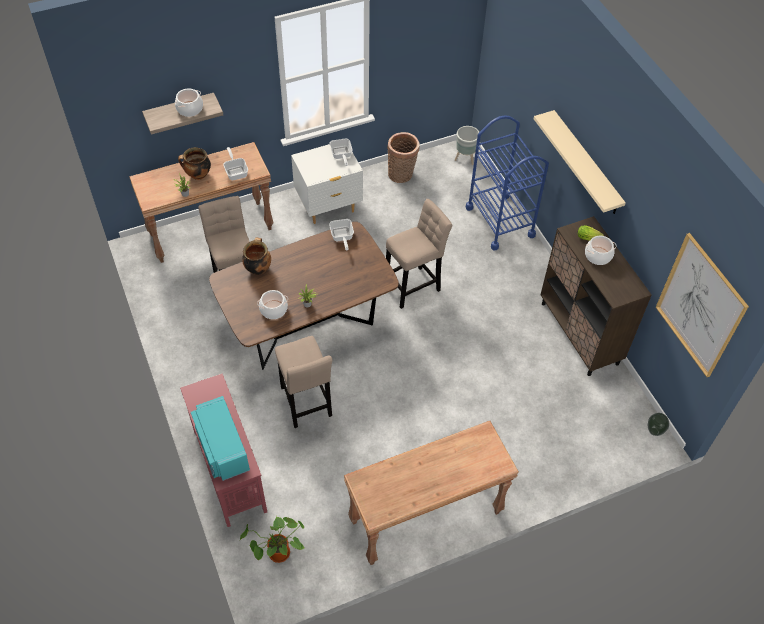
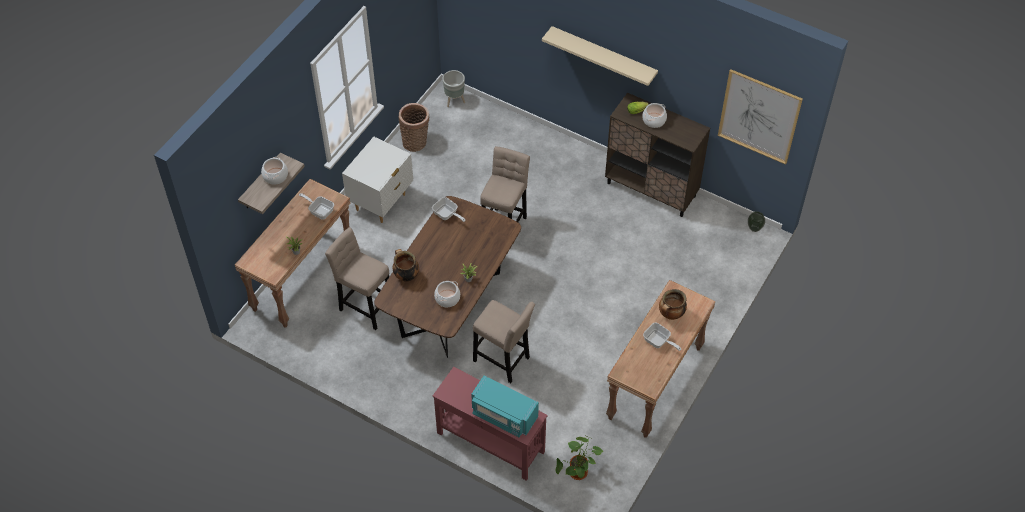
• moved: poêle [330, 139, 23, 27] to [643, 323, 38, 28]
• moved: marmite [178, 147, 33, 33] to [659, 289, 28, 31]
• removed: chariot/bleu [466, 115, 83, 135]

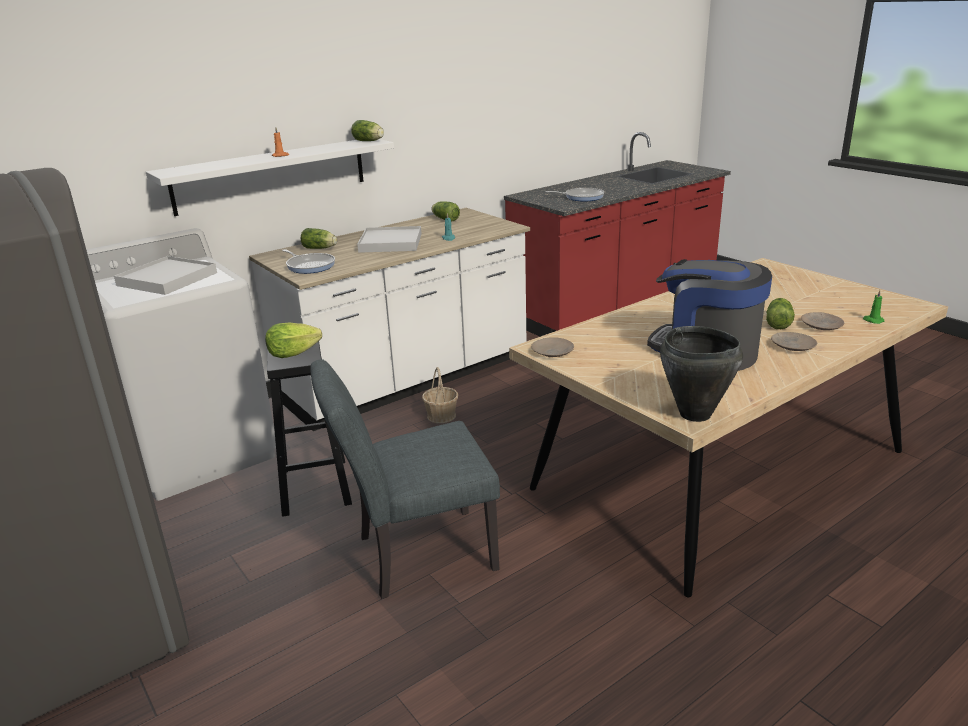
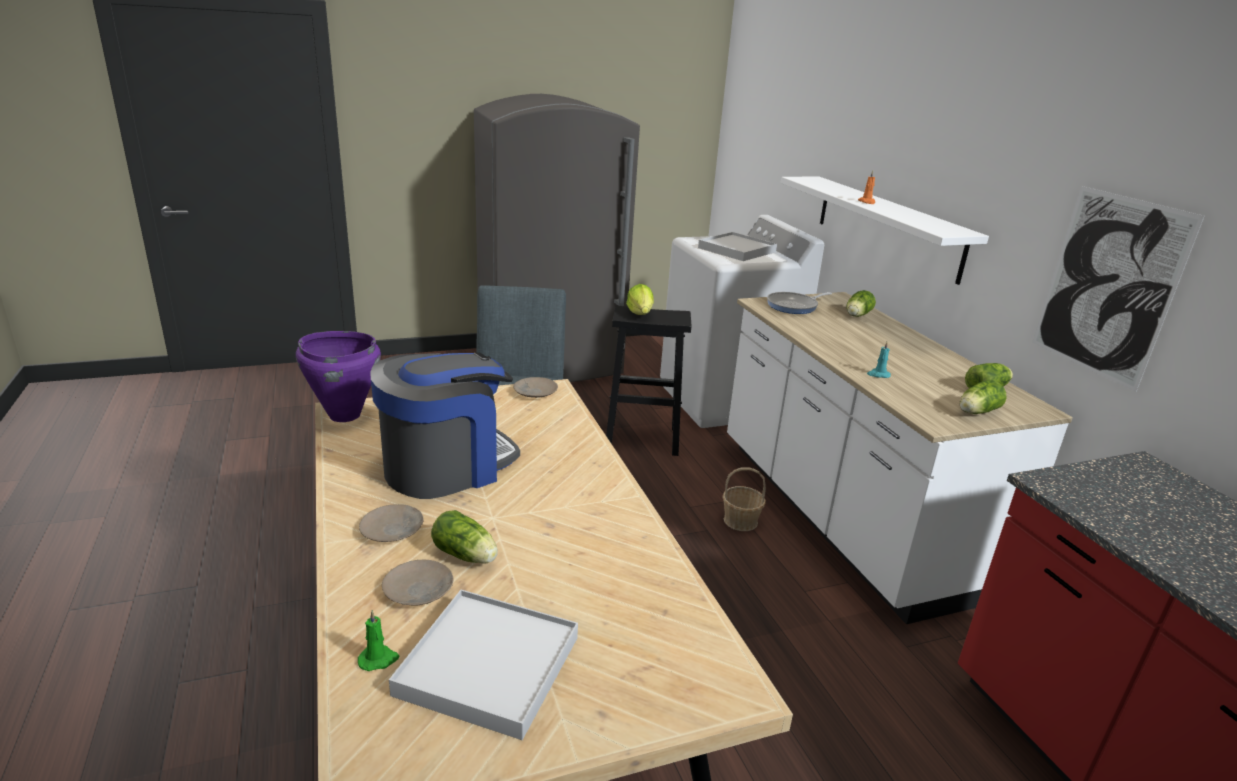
• recoloured: marmite/noir [660, 326, 83, 96] to marmite/violet [296, 331, 85, 91]
• moved: plateau/blanc [357, 226, 64, 27] to [389, 590, 189, 150]
• moved: laitue [351, 120, 33, 21] to [960, 380, 46, 34]
• added: tableau [1032, 186, 172, 206]
• removed: poêle [546, 188, 58, 14]

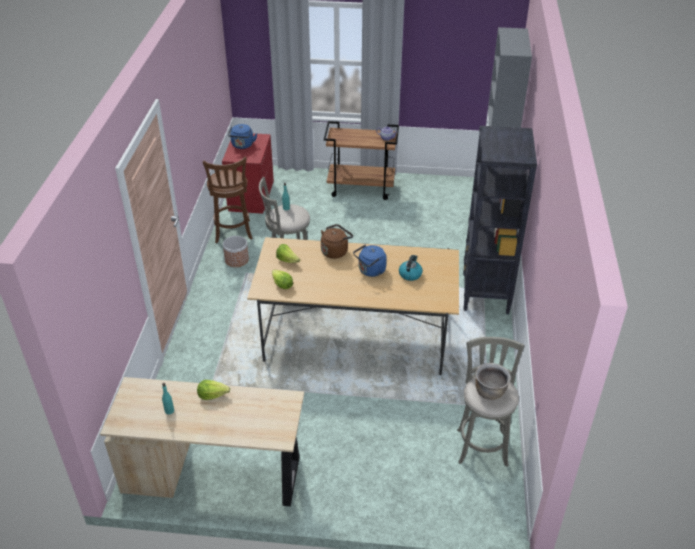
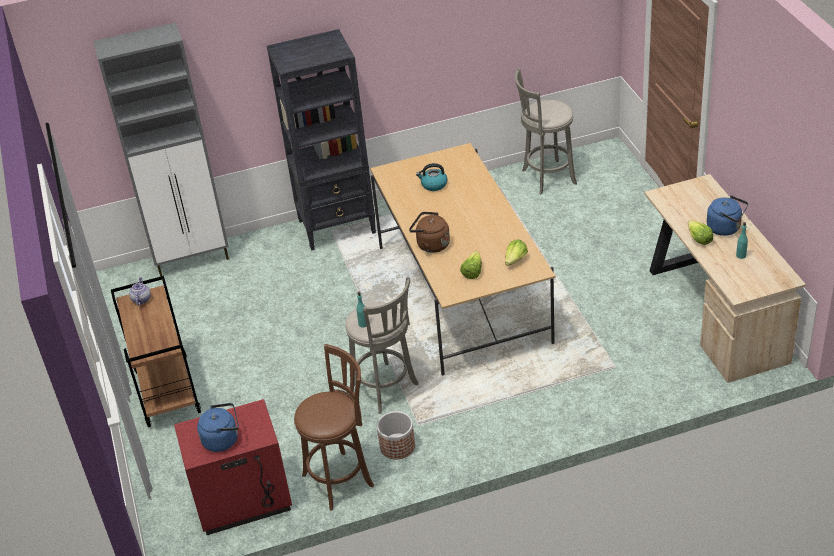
• moved: bouilloire/bleu [353, 244, 34, 33] to [707, 195, 41, 41]
• removed: marmite/marron [475, 363, 36, 37]

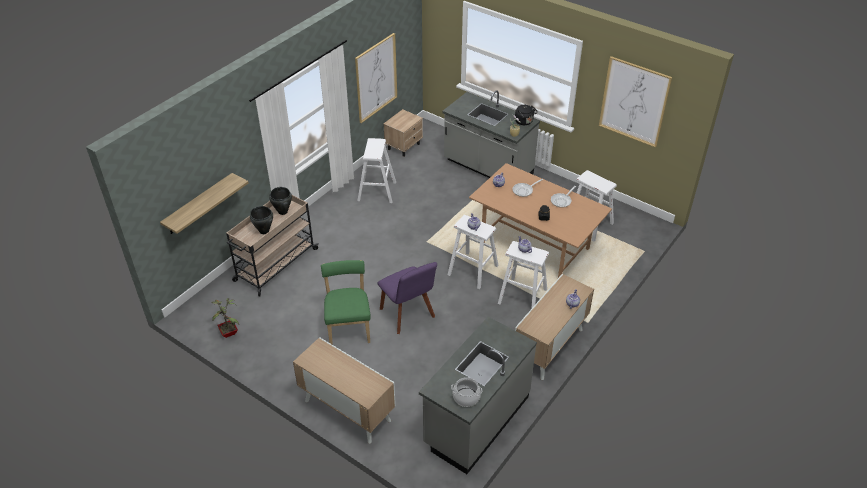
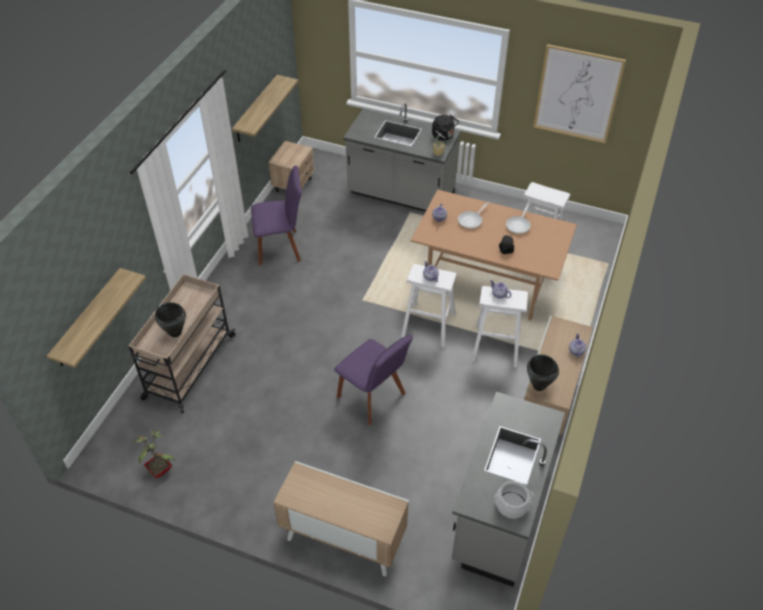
• replaced: tableau [355, 33, 42, 90] to étagère [232, 75, 66, 67]
• replaced: tabouret/blanc [357, 138, 39, 65] to chaise/violet [251, 165, 51, 100]
• moved: marmite/noir [269, 187, 23, 28] to [527, 354, 32, 37]
• removed: chaise/vert [321, 260, 50, 85]

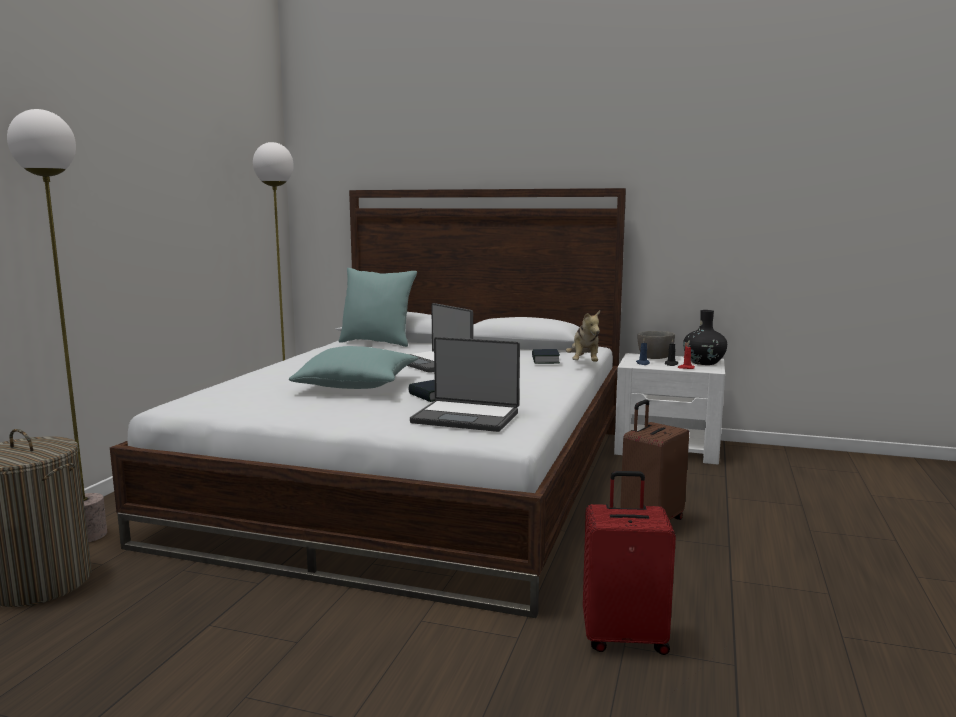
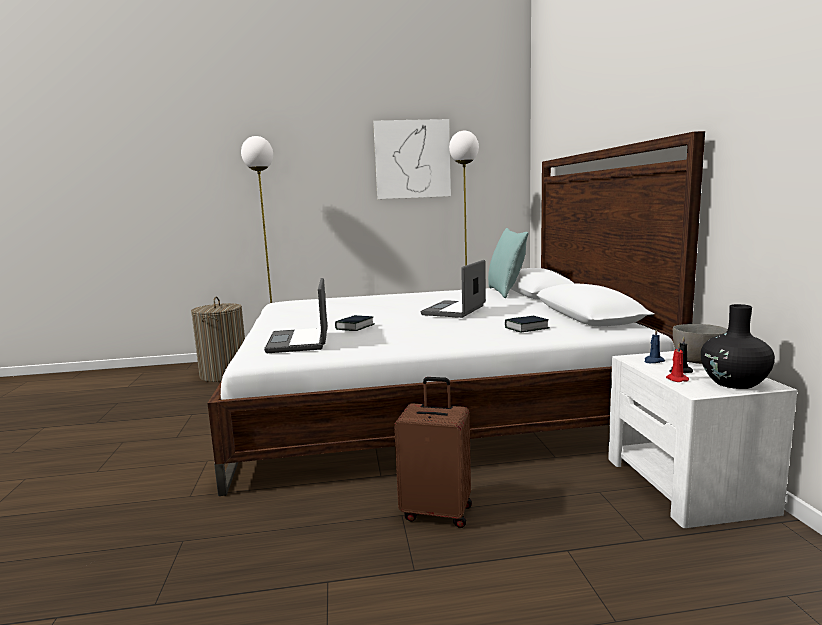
• added: tableau [373, 119, 78, 80]
• removed: coussin/turquoise [289, 346, 129, 43]
• removed: peluche [566, 311, 34, 51]
• removed: valise/rouge [583, 471, 93, 184]

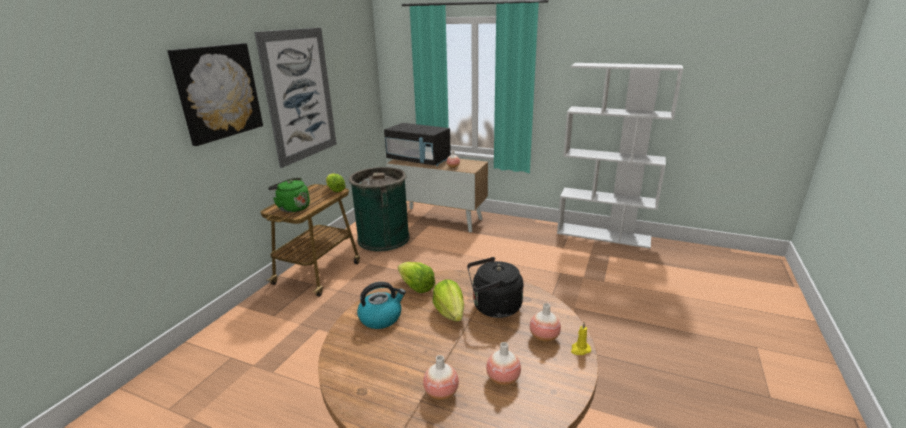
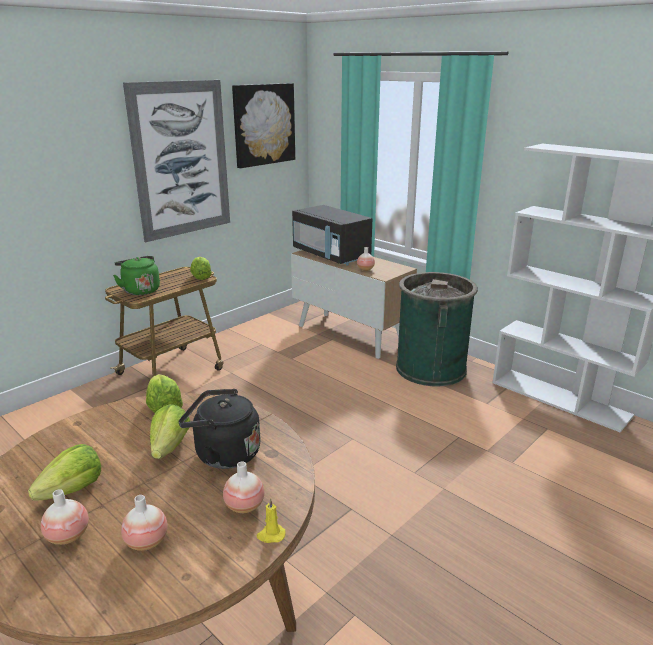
• added: laitue [28, 444, 73, 57]
• moved: tableau [168, 43, 95, 103] to [232, 83, 63, 85]
• moved: poubelle/vert [349, 167, 61, 84] to [396, 272, 82, 114]
• removed: bouilloire [357, 282, 49, 47]

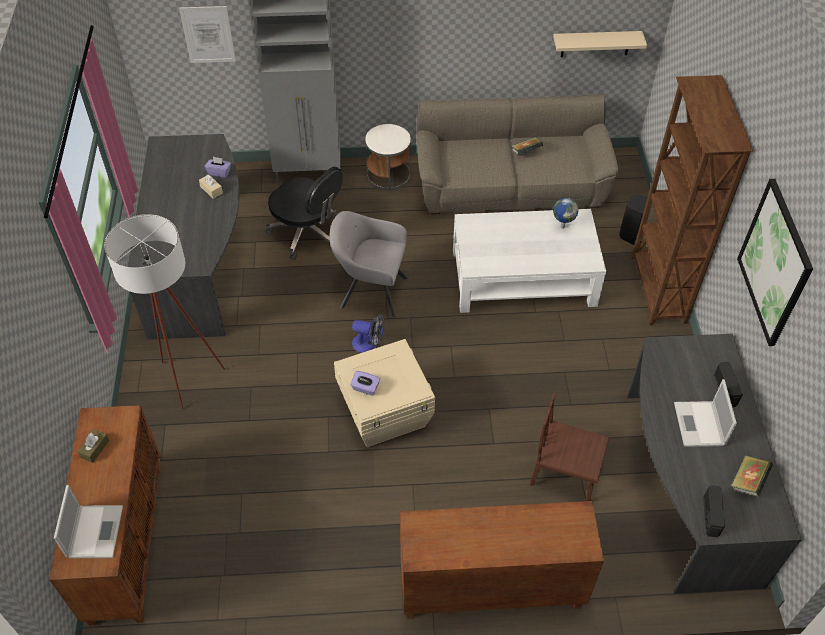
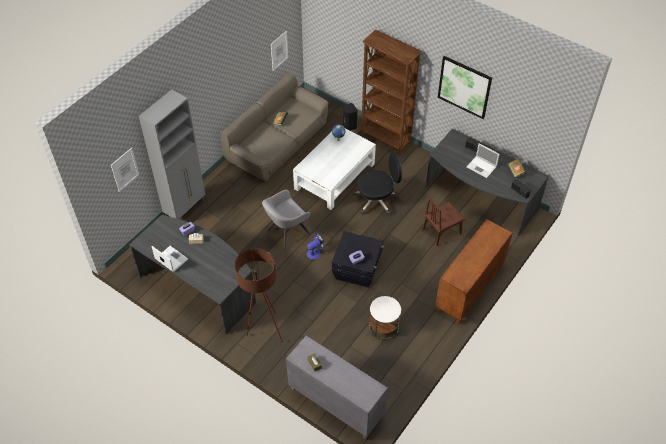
• moved: ordinateur portable [54, 485, 69, 73] to [152, 246, 36, 26]
• recoloured: lampadaire/blanc [104, 214, 121, 196] to lampadaire/marron [235, 248, 48, 95]
• replaced: étagère/beige [553, 31, 94, 26] to tableau [271, 31, 17, 40]
• recoloured: meuble de rangement/marron [49, 405, 112, 221] to meuble de rangement/gris [286, 336, 102, 103]
• recoloured: boîte de rangement/beige [334, 339, 101, 108] to boîte de rangement/noir [332, 231, 52, 56]
• moved: chaise de bureau/noir [266, 167, 77, 93] to [354, 153, 48, 62]
• moved: table d'appoint/blanc [365, 124, 46, 66] to [369, 296, 32, 44]

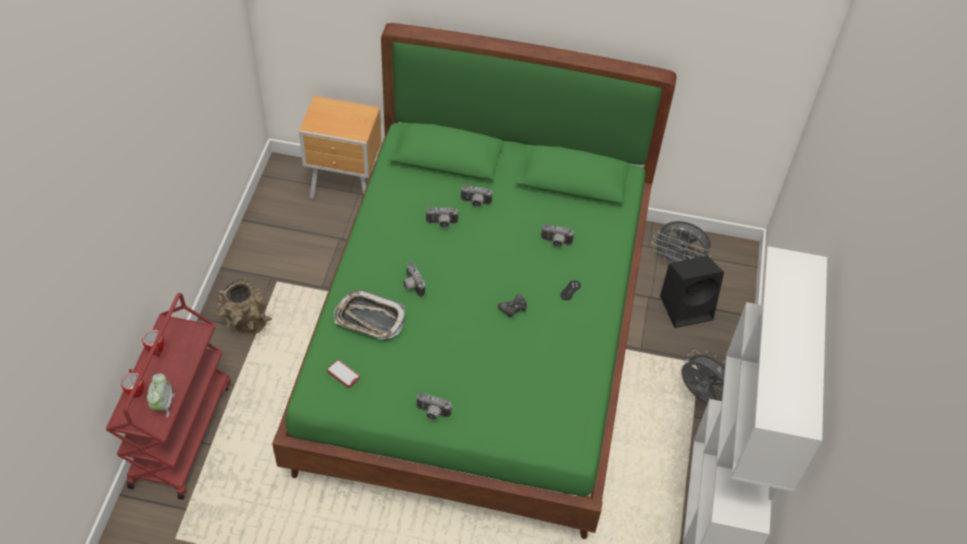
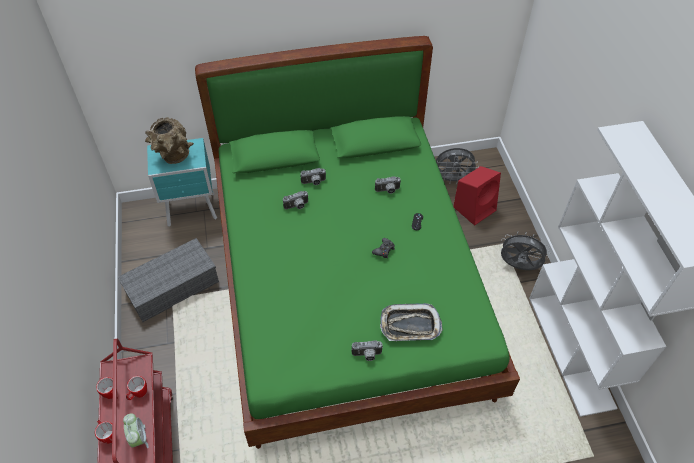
• added: boîte de rangement/gris [118, 238, 101, 84]
• added: mug [126, 376, 21, 24]
• moved: vase/marron [216, 279, 56, 57] to [145, 117, 49, 47]
• recoloured: table de chevet/marron [299, 96, 82, 103] to table de chevet/turquoise [147, 138, 70, 89]
• moved: plateau [334, 290, 71, 49] to [380, 303, 63, 38]
• recoloured: enceinte/noir [660, 256, 64, 72] to enceinte/rouge [453, 166, 48, 60]
• removed: téléphone [327, 360, 33, 28]
• removed: appareil photo [403, 261, 22, 36]

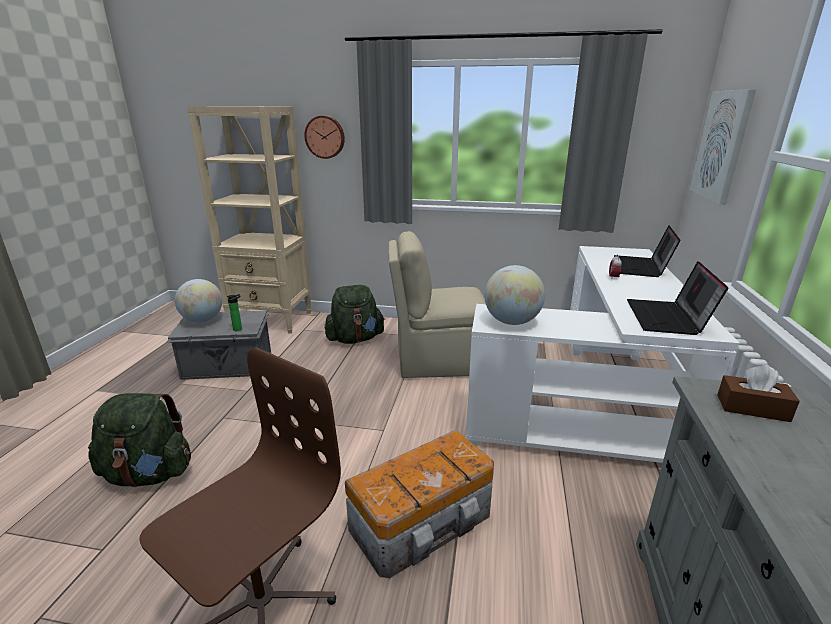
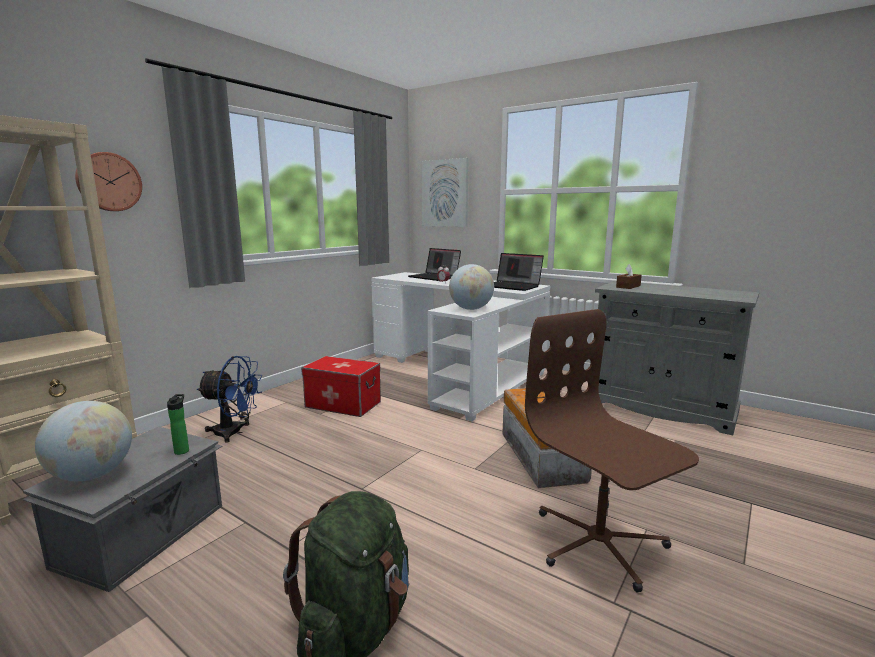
• replaced: sac à dos/vert [325, 285, 60, 59] to ventilateur/bleu [197, 356, 65, 87]
• replaced: chaise/beige [388, 231, 98, 147] to boîte de rangement [301, 356, 80, 61]

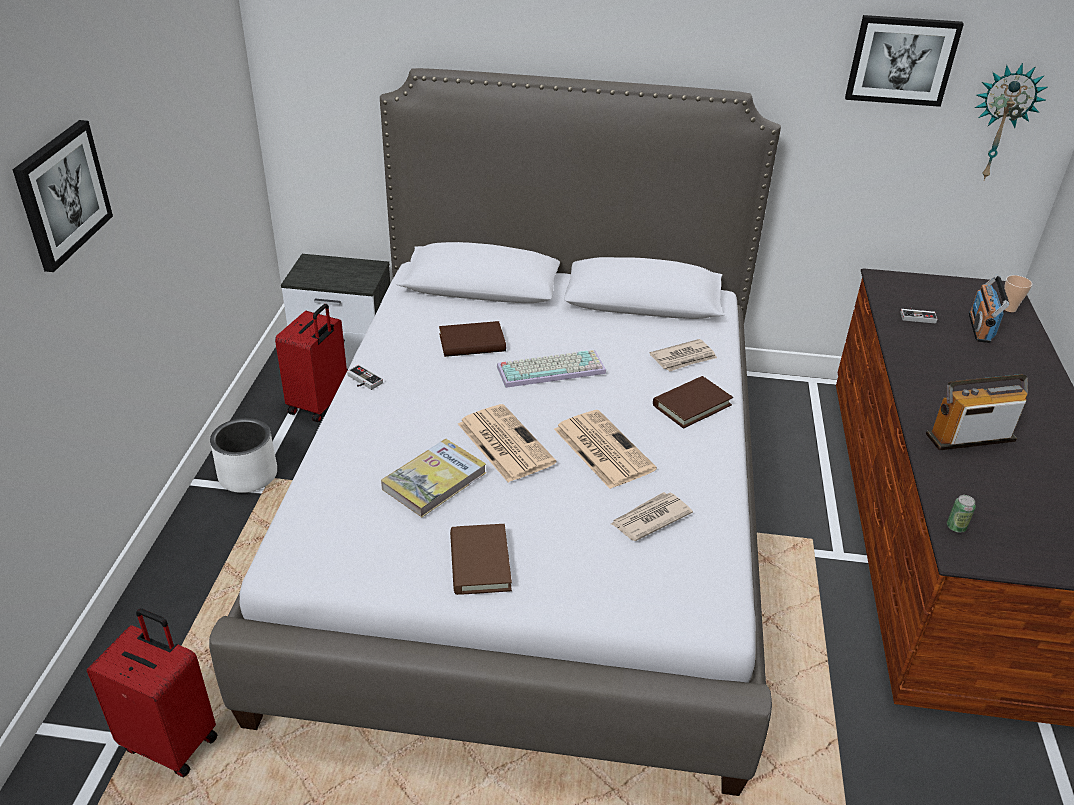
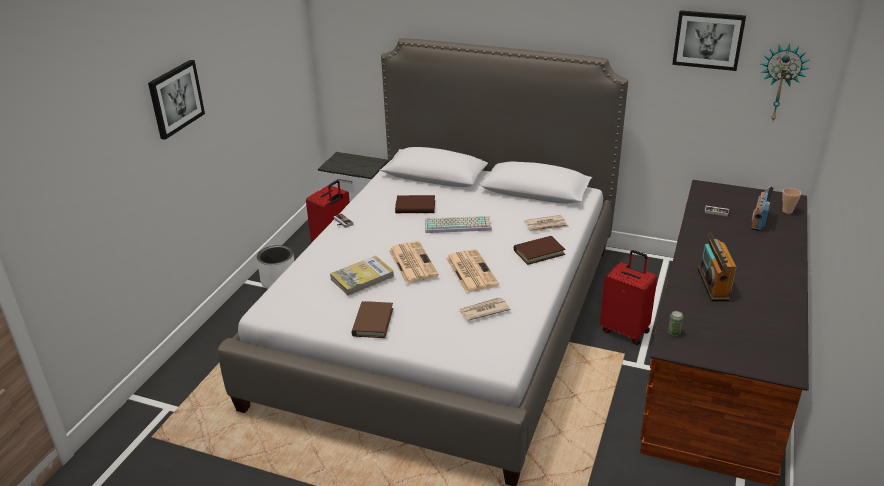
• moved: valise/rouge [87, 609, 131, 169] to [600, 250, 57, 95]
• turned: radio [926, 374, 102, 77] = [697, 232, 39, 70] 90 degrees counterclockwise

